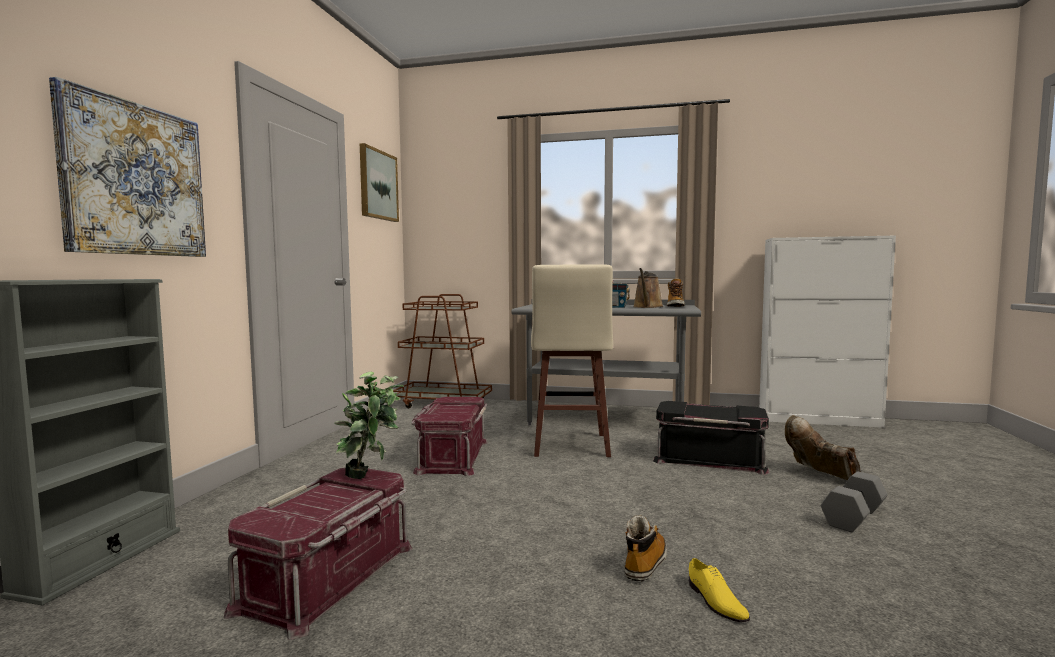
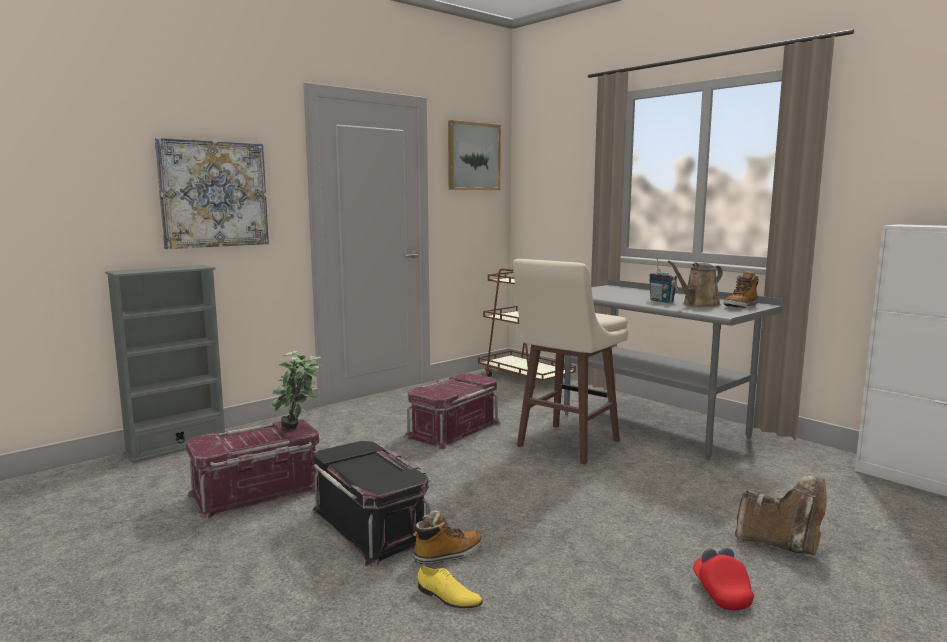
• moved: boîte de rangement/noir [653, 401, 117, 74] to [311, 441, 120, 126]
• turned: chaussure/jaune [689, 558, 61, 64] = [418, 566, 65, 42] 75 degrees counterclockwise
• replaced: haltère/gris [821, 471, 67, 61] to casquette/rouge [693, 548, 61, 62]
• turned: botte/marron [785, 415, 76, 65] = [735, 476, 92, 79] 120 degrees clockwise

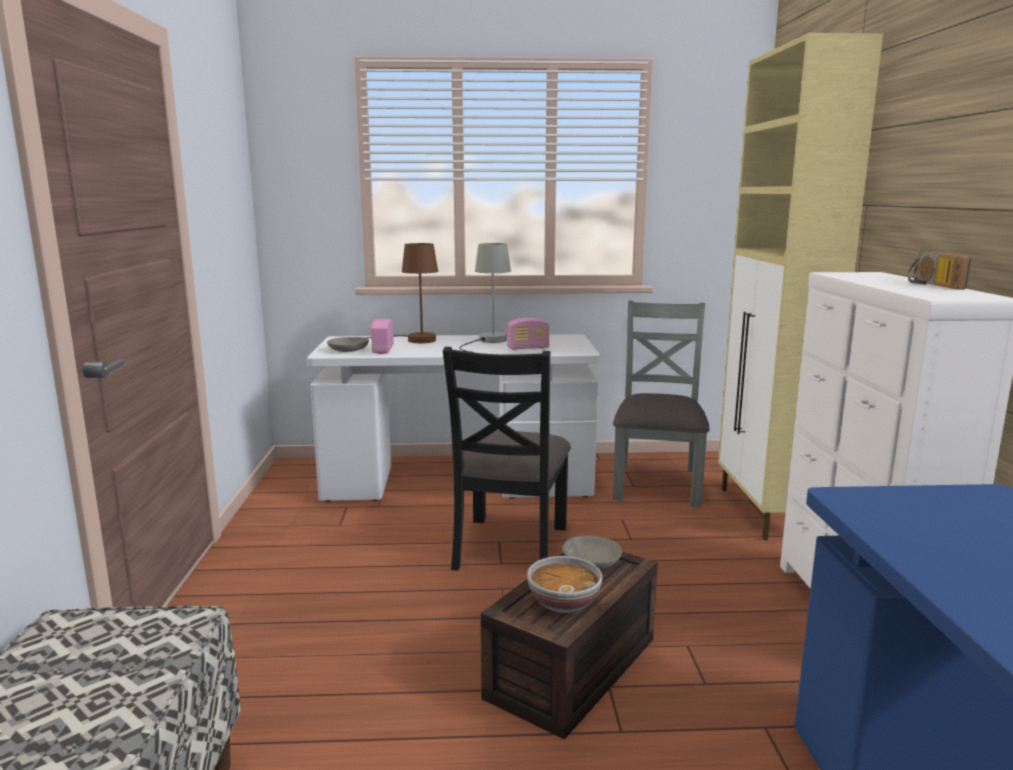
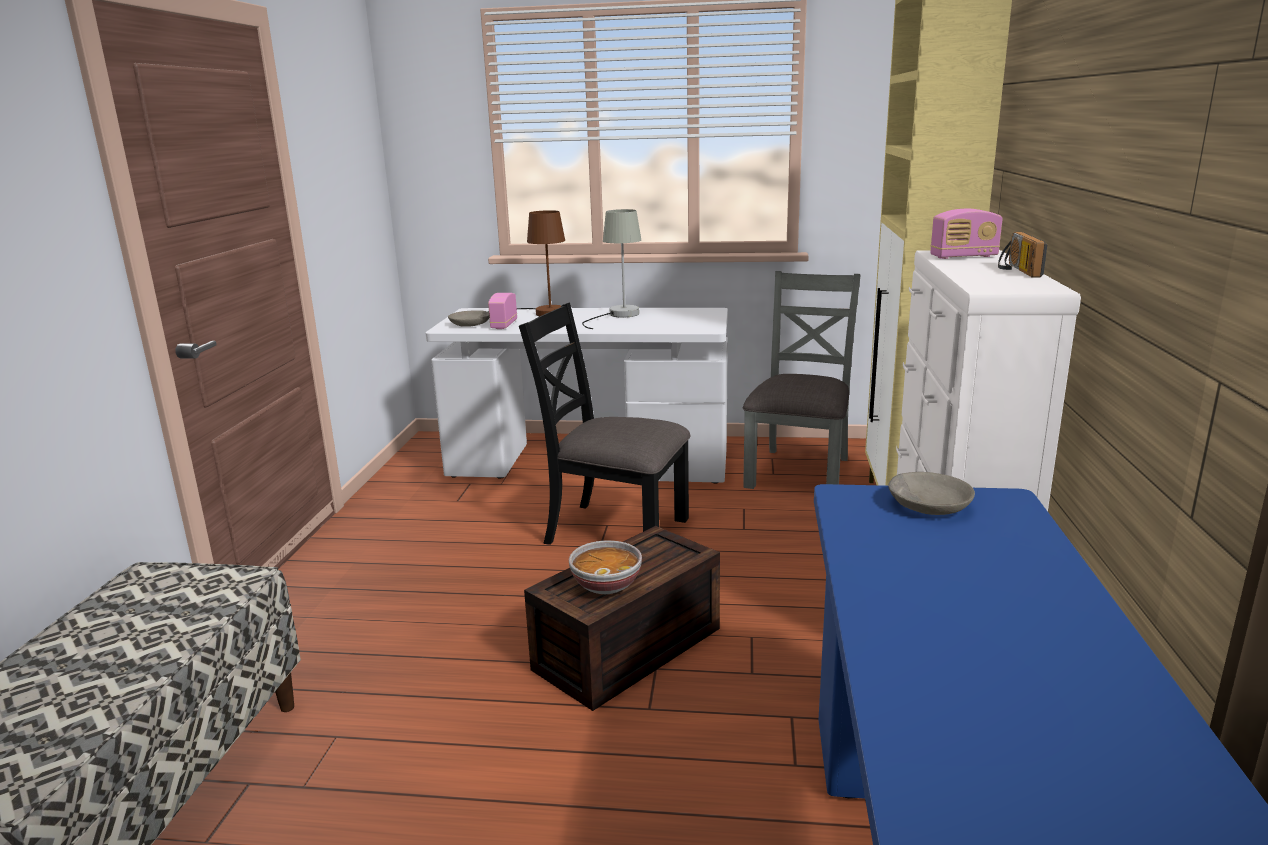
• turned: chaise/noir [443, 347, 128, 224] = [519, 302, 172, 243] 90 degrees clockwise
• moved: bol/gris [562, 535, 60, 34] to [888, 472, 87, 43]
• moved: radio [507, 318, 42, 32] to [930, 209, 73, 50]

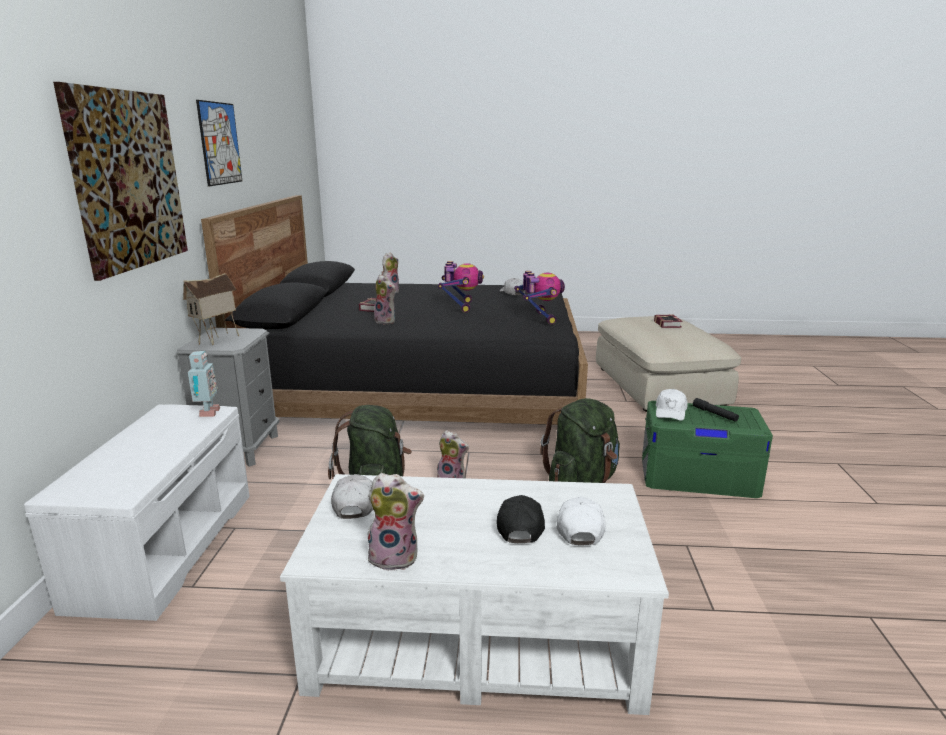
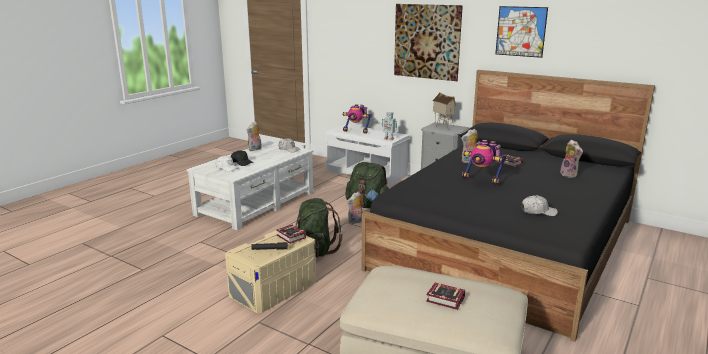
• recoloured: boîte de rangement/vert [642, 401, 131, 97] to boîte de rangement/beige [225, 230, 91, 84]
• replaced: casquette/blanc [656, 389, 32, 32] to livre [276, 225, 30, 19]
• moved: robot jouet [514, 271, 51, 54] to [342, 104, 30, 30]

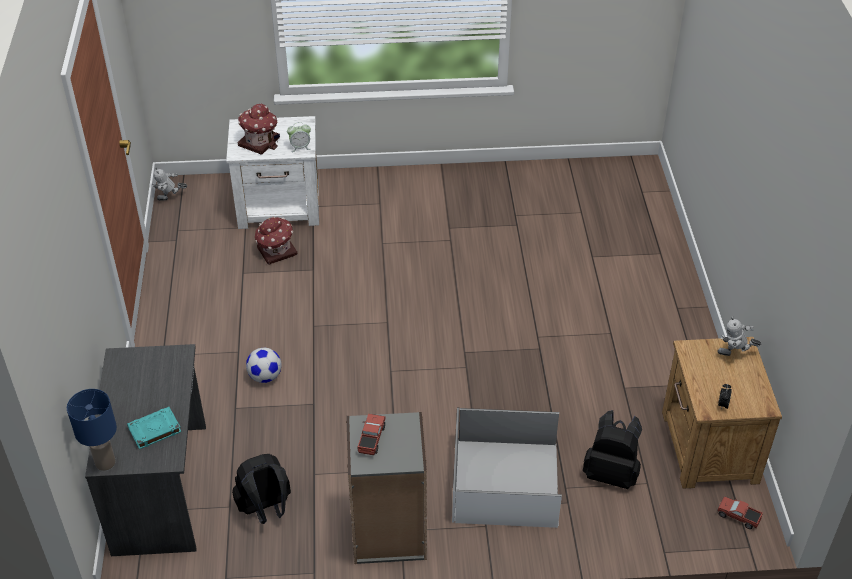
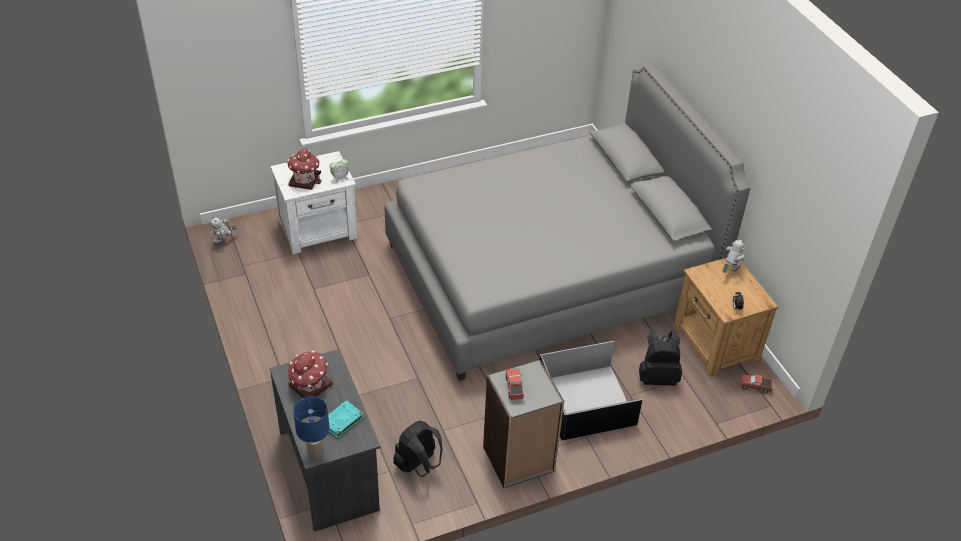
• moved: maison miniature [255, 217, 42, 48] to [288, 350, 45, 48]
• added: lit/gris [384, 64, 366, 317]
• recoloured: boîte de rangement/blanc [452, 408, 110, 120] to boîte de rangement/noir [539, 340, 104, 100]
• turned: robot jouet [717, 316, 44, 40] = [723, 238, 22, 35] 150 degrees clockwise
• removed: ballon de foot [246, 348, 36, 35]

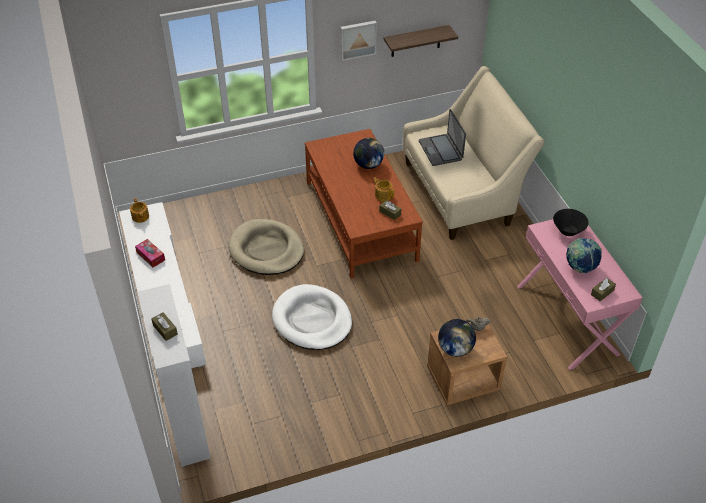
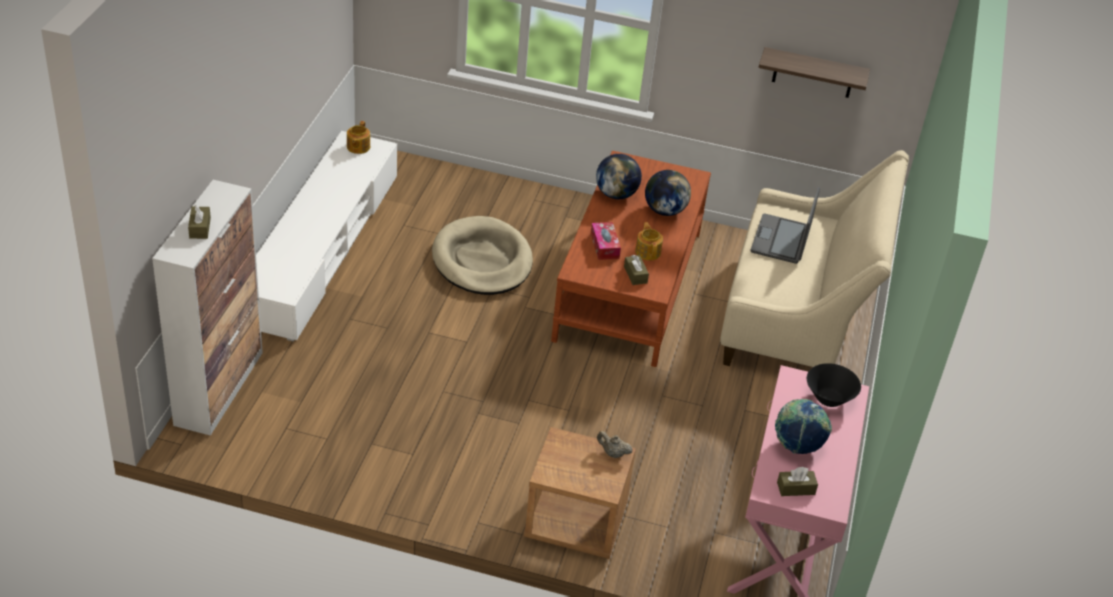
• moved: boîte à mouchoirs [135, 239, 30, 29] to [591, 222, 30, 38]
• moved: globe [438, 319, 38, 38] to [596, 154, 46, 45]
• removed: panier pour chien/blanc [272, 284, 80, 66]
• removed: tableau [340, 21, 37, 40]

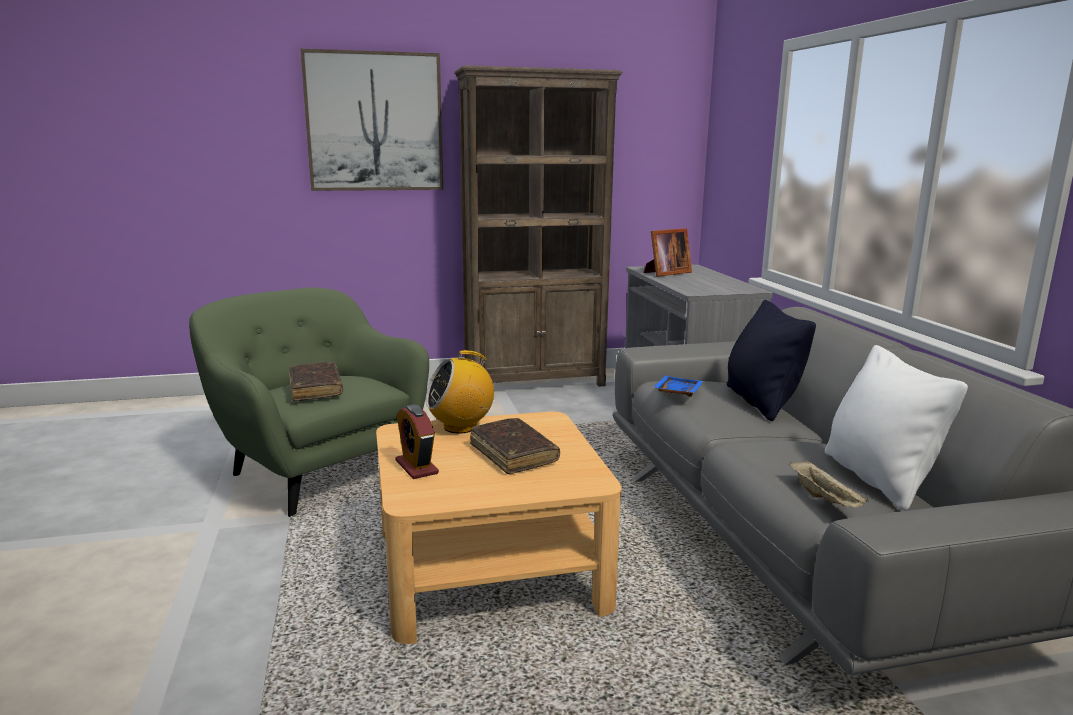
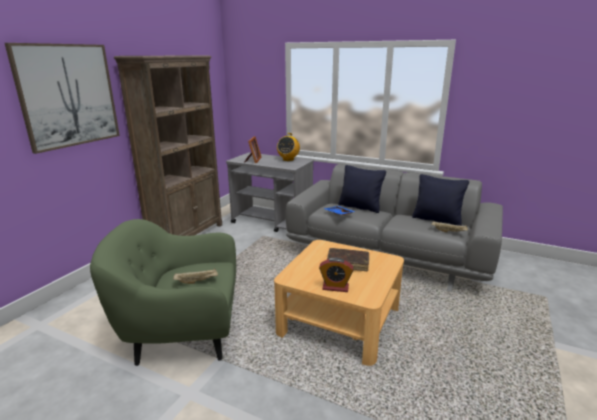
• replaced: livre/marron [289, 362, 54, 39] to plateau/beige [173, 268, 45, 16]
• moved: radio [425, 350, 69, 83] to [277, 133, 23, 28]
• recoloured: coussin/blanc [825, 345, 143, 166] to coussin/noir [412, 174, 57, 52]

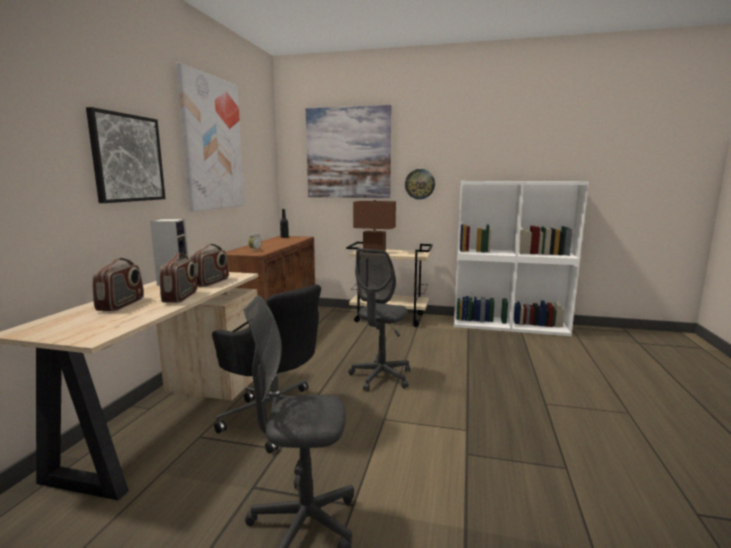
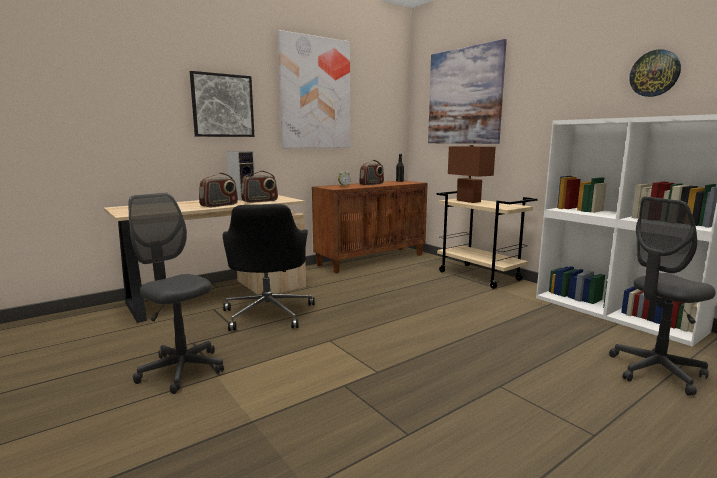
• moved: radio [92, 258, 52, 53] to [359, 160, 25, 25]
• moved: chaise de bureau/gris [348, 248, 62, 143] to [609, 197, 107, 199]
• moved: horloge murale [405, 169, 30, 31] to [629, 49, 52, 48]

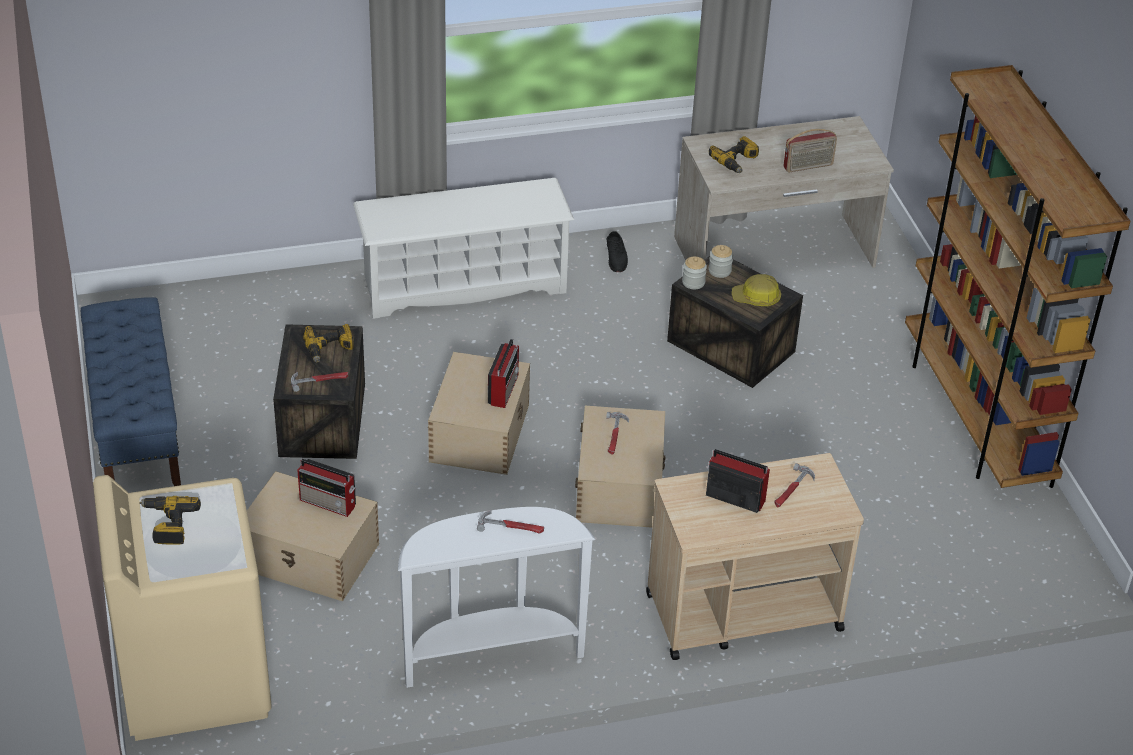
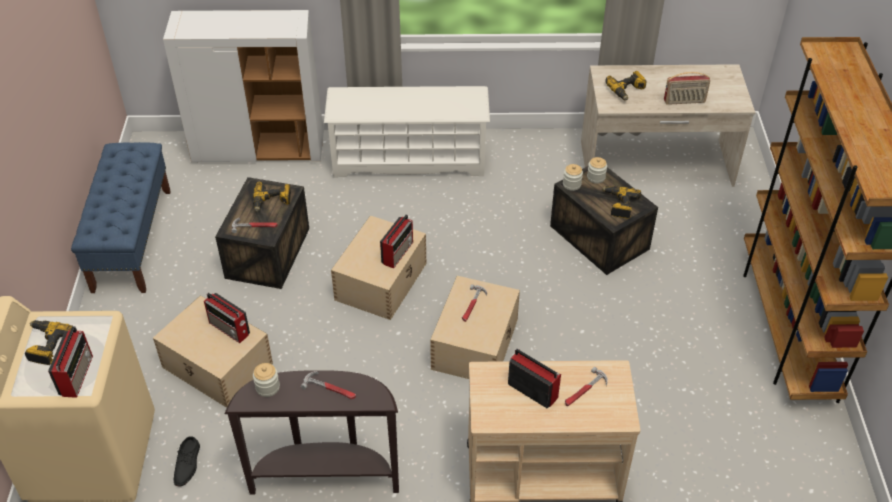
• added: radio [48, 326, 45, 72]
• added: meuble de rangement/blanc [163, 10, 161, 152]
• moved: chaussure/noir [607, 231, 21, 41] to [174, 436, 26, 51]
• recoloured: table console/blanc [398, 507, 198, 181] to table console/marron [225, 370, 174, 124]
• added: bocal [253, 363, 27, 34]
• replaced: casque de chantier [732, 274, 49, 32] to perceuse [602, 186, 39, 32]

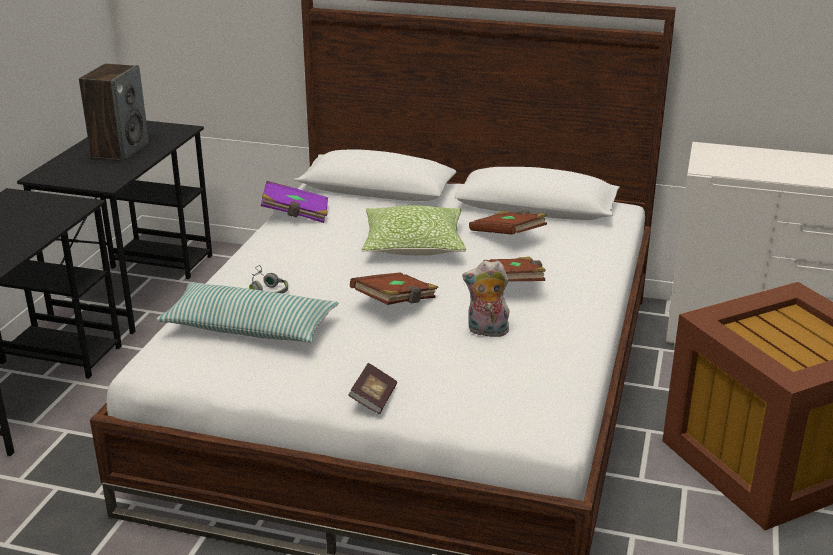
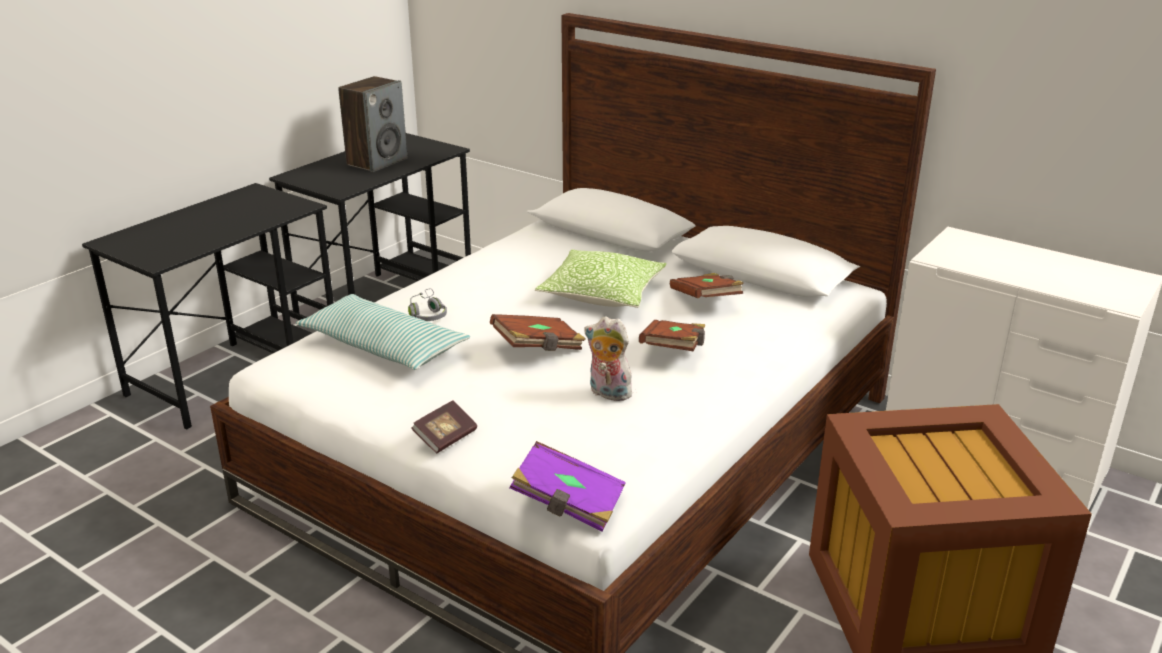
• moved: livre/violet [261, 181, 67, 42] to [510, 441, 116, 91]

